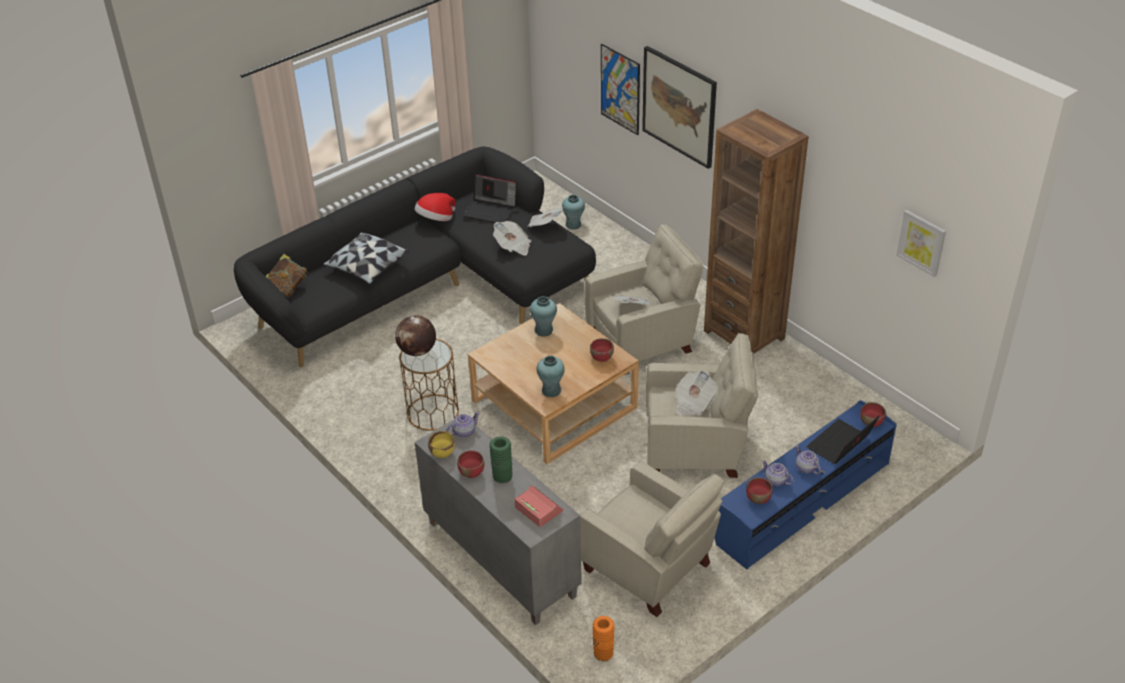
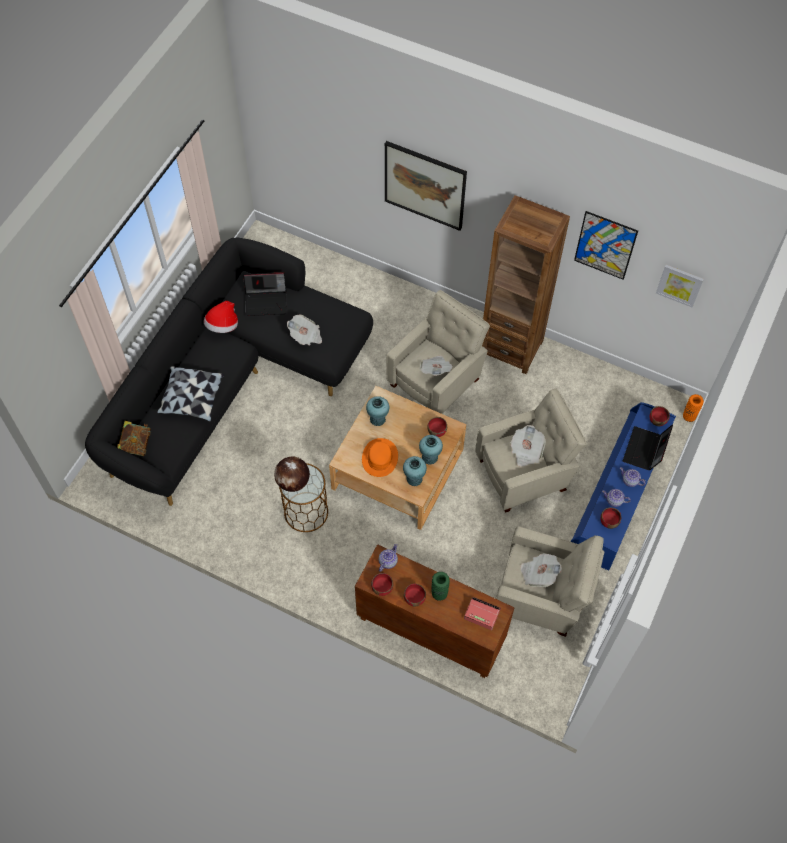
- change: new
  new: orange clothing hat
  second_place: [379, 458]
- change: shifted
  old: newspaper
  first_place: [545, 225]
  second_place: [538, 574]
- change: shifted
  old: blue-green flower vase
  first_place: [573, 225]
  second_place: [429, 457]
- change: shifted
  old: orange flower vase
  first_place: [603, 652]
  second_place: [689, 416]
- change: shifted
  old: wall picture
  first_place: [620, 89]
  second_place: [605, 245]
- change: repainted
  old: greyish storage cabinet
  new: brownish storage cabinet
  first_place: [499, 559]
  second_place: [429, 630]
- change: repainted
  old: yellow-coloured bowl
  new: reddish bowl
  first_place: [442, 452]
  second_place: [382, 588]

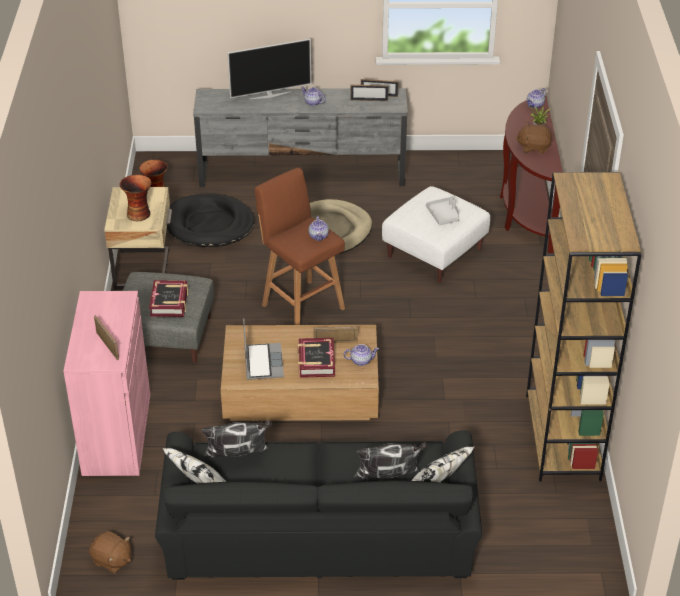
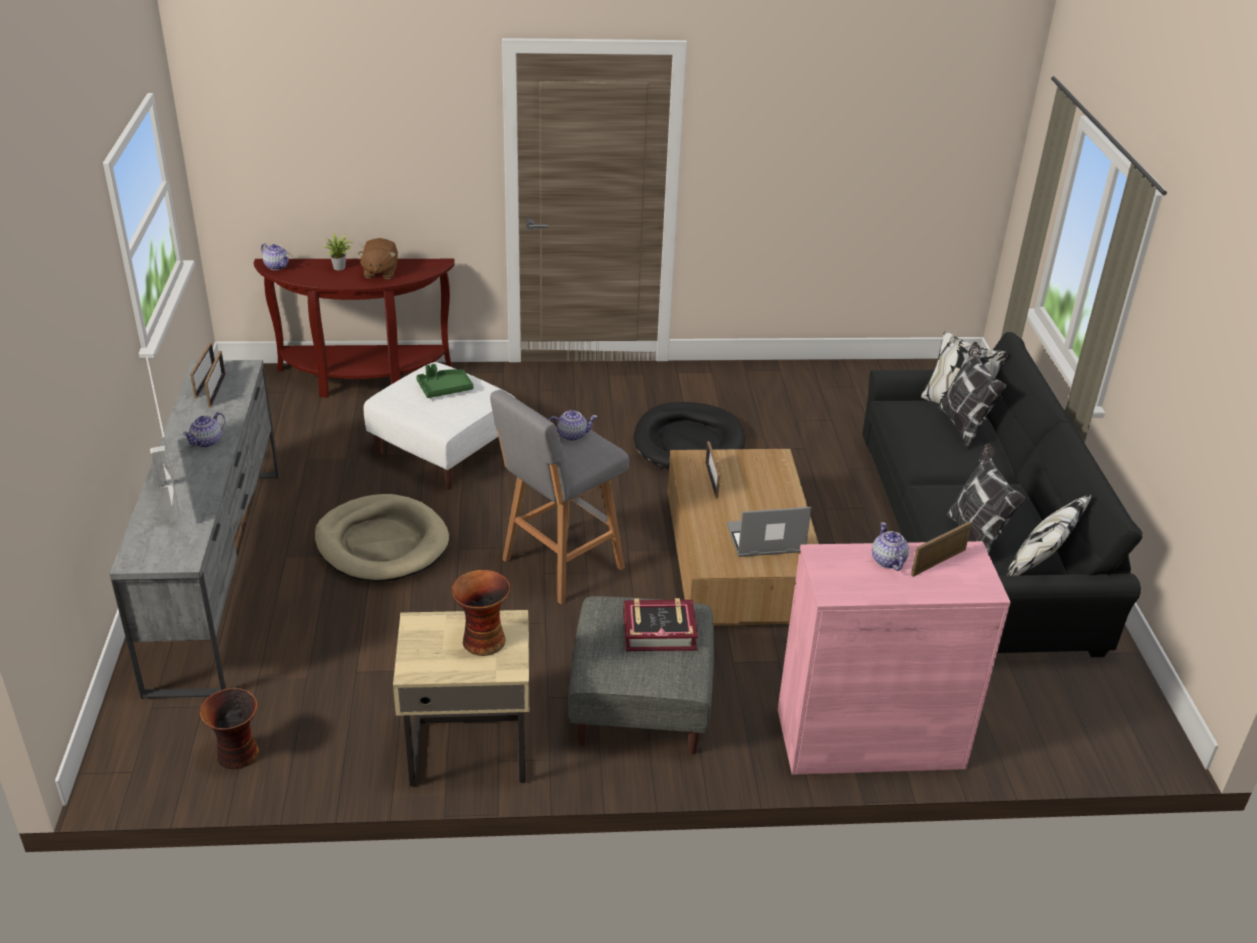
- change: gone
  old: brownish cuddly toy
  first_place: [112, 560]
- change: gone
  old: volume
  first_place: [316, 361]
- change: gone
  old: brownish shelving unit
  first_place: [563, 437]
- change: shifted
  old: blackish dog bed
  first_place: [209, 224]
  second_place: [689, 443]
- change: shifted
  old: teapot
  first_place: [361, 360]
  second_place: [887, 560]
- change: repainted
  old: brownish sitting stool
  new: greyish sitting stool
  first_place: [301, 305]
  second_place: [559, 565]
- change: repainted
  old: greyish serving tray
  new: green-coloured serving tray
  first_place: [444, 215]
  second_place: [444, 389]

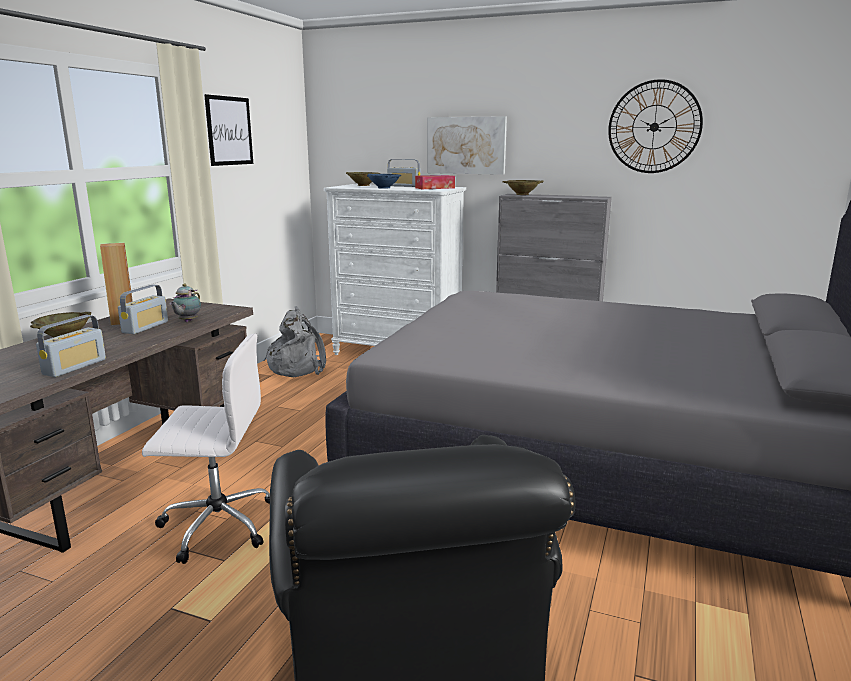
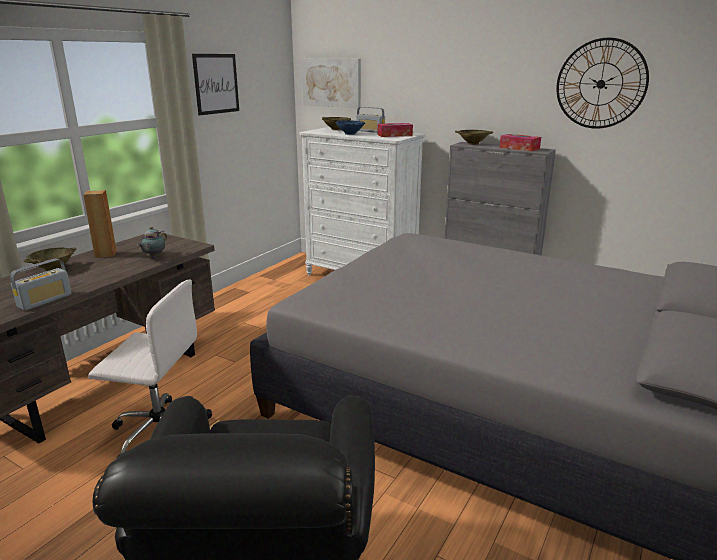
- change: gone
  old: radio receiver
  first_place: [145, 327]
- change: gone
  old: greyish knapsack
  first_place: [297, 368]
- change: new
  new: tissue box
  second_place: [519, 148]
- change: shifted
  old: wall picture
  first_place: [466, 145]
  second_place: [331, 82]

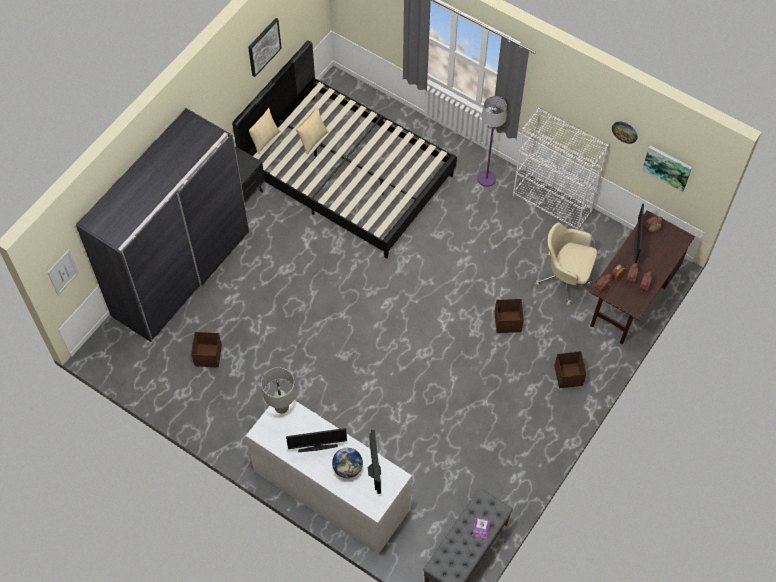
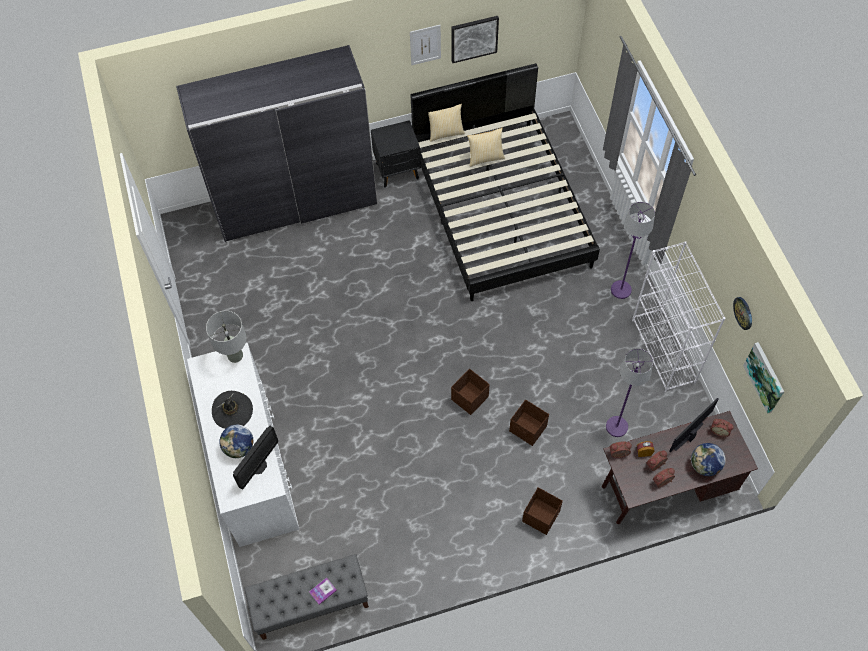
- change: new
  new: globe
  second_place: [704, 466]
- change: shifted
  old: wall picture
  first_place: [63, 272]
  second_place: [425, 44]
- change: shifted
  old: brownish storage bin
  first_place: [208, 356]
  second_place: [469, 398]
- change: swapped
  old: computer screen
  new: blackish clothing hat
  first_place: [317, 447]
  second_place: [232, 411]
- change: swapped
  old: sand-coloured desk chair
  new: purplish floor lamp
  first_place: [565, 278]
  second_place: [616, 426]

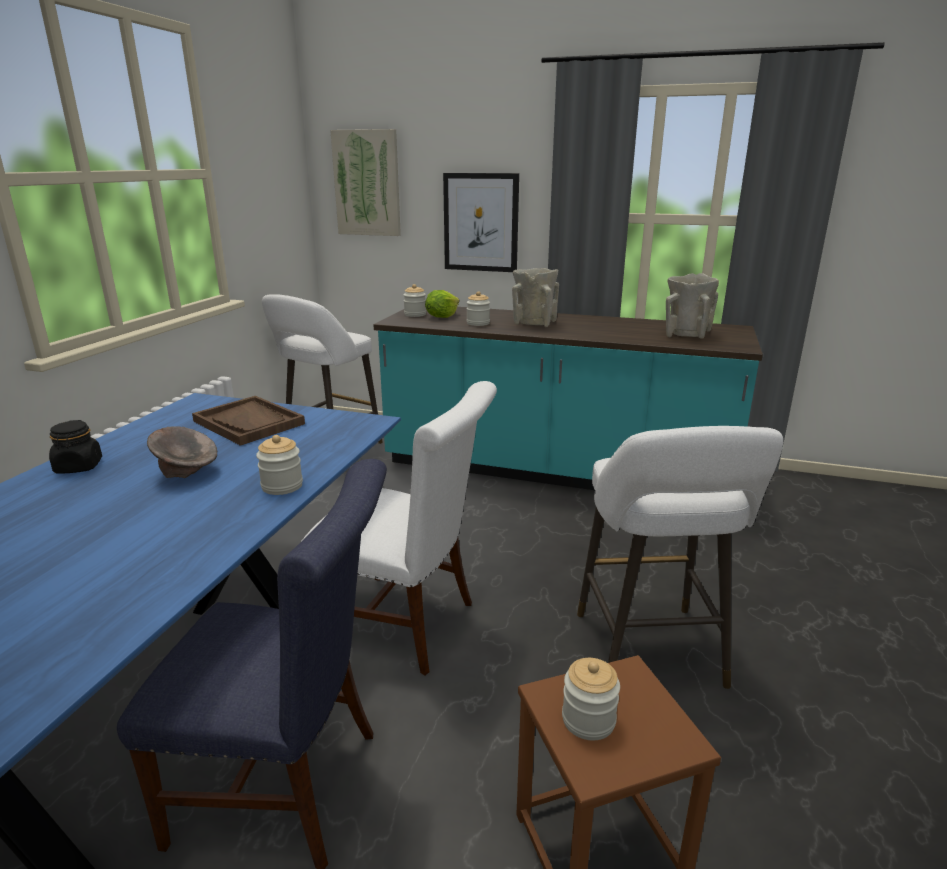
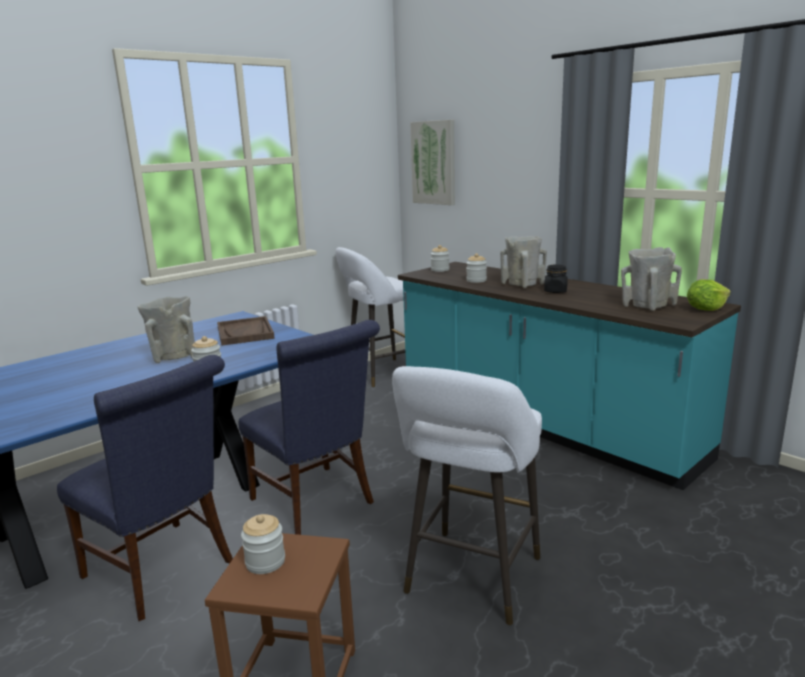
- change: gone
  old: wall picture
  first_place: [481, 222]
- change: shifted
  old: blackish storage jar
  first_place: [79, 467]
  second_place: [555, 291]
- change: shifted
  old: head of lettuce
  first_place: [442, 317]
  second_place: [705, 309]
- change: swapped
  old: greyish bowl
  new: sand-coloured flower vase
  first_place: [188, 474]
  second_place: [173, 357]
- change: repainted
  old: white upright chair
  new: blue upright chair
  first_place: [407, 624]
  second_place: [316, 503]

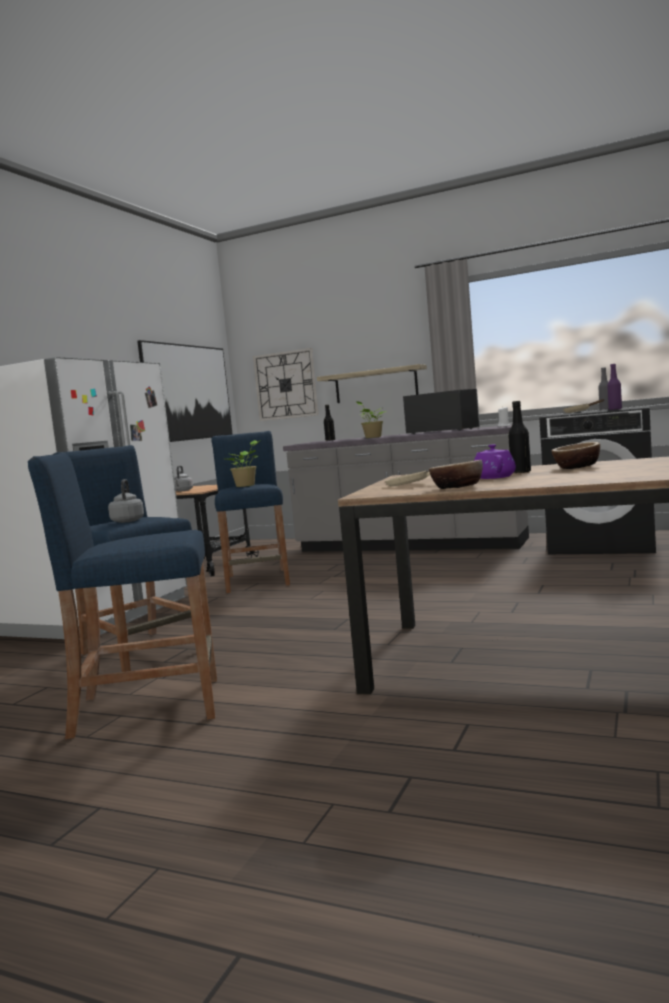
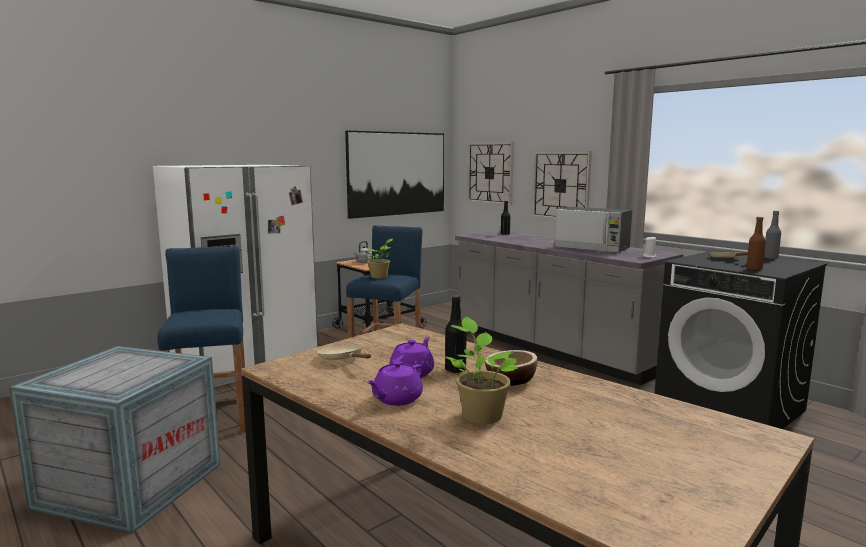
- change: gone
  old: greyish water kettle
  first_place: [128, 521]
- change: gone
  old: bowl
  first_place: [457, 487]
- change: new
  new: purplish teapot
  second_place: [396, 399]
- change: shifted
  old: potted plant
  first_place: [372, 437]
  second_place: [480, 415]
- change: swapped
  old: blue sitting stool
  new: shipping crate
  first_place: [147, 707]
  second_place: [131, 484]
- change: swapped
  old: shelf
  new: wall clock
  first_place: [376, 385]
  second_place: [561, 185]
- change: repainted
  old: purplish bottle
  new: brownish bottle
  first_place: [615, 409]
  second_place: [754, 269]
- change: rotated
  old: kitchen microwave
  first_place: [442, 431]
  second_place: [592, 248]
  degrees: 150

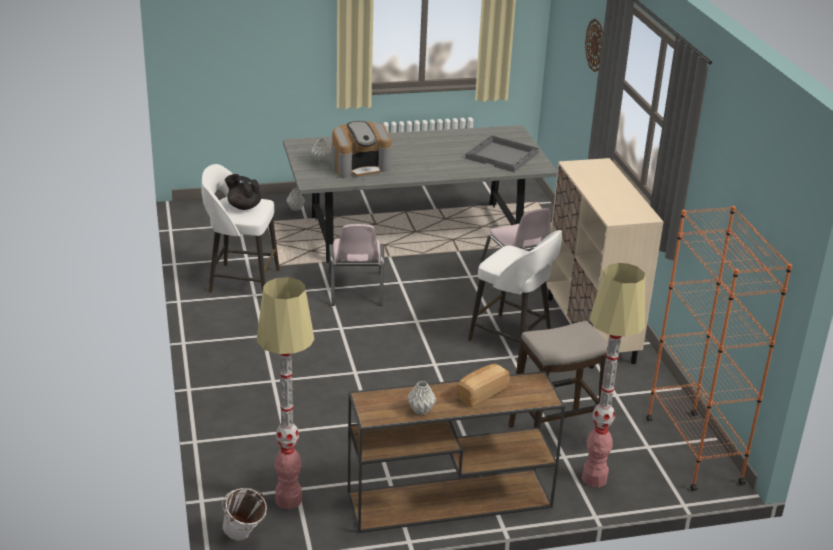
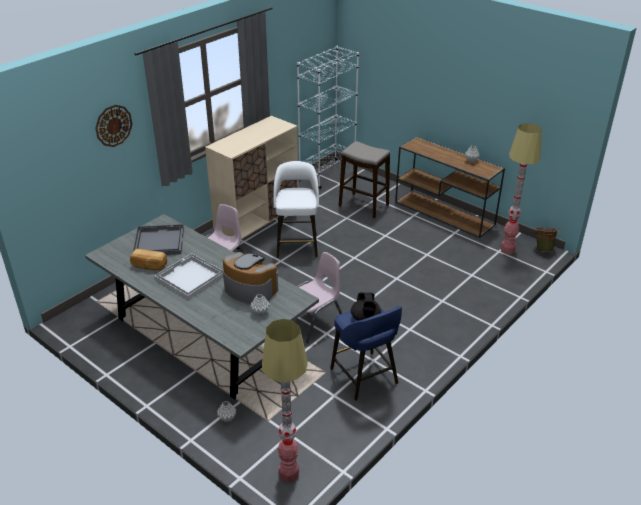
- change: new
  new: white serving tray
  second_place: [189, 277]
- change: shifted
  old: bakery bread
  first_place: [481, 393]
  second_place: [149, 266]
- change: shifted
  old: floor lamp
  first_place: [594, 478]
  second_place: [288, 473]
- change: repainted
  old: white sitting stool
  new: blue sitting stool
  first_place: [242, 280]
  second_place: [365, 377]
- change: repainted
  old: white bucket
  new: green-coloured bucket
  first_place: [244, 537]
  second_place: [543, 249]
- change: repainted
  old: orange shelving unit
  new: white shelving unit
  first_place: [693, 450]
  second_place: [327, 174]

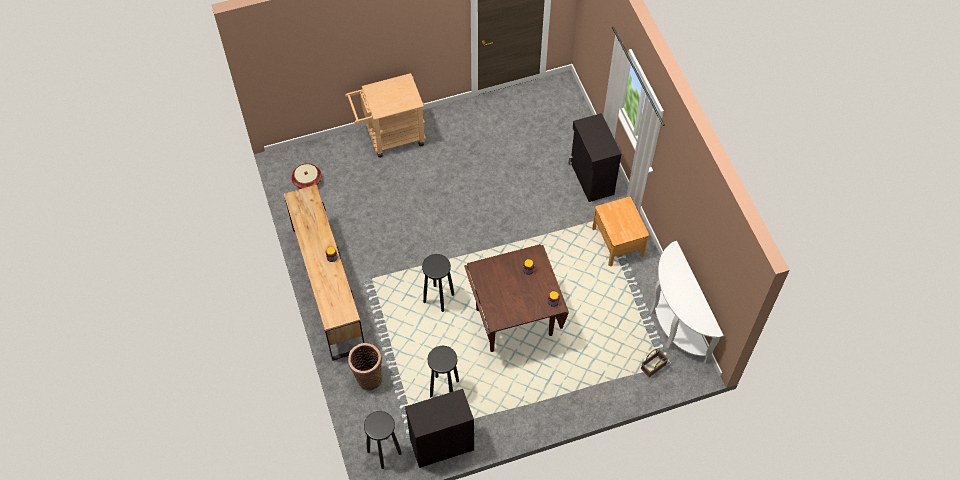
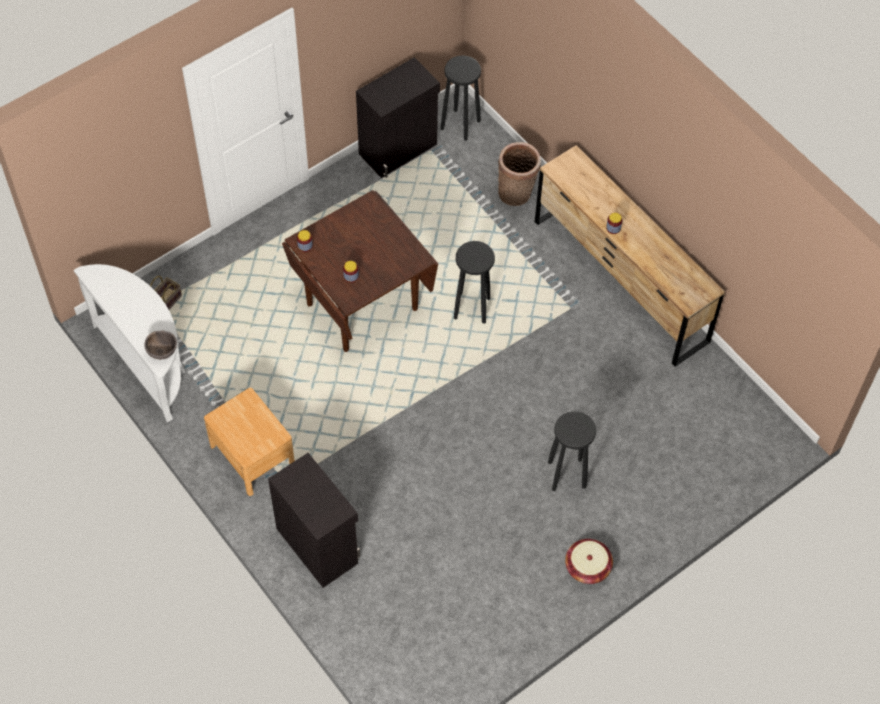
- change: gone
  old: sand-coloured cart
  first_place: [390, 137]
- change: new
  new: brownish bowl
  second_place: [162, 353]
- change: shifted
  old: storage basket
  first_place: [307, 181]
  second_place: [587, 567]
- change: shifted
  old: blackish sitting stool
  first_place: [444, 388]
  second_place: [567, 474]

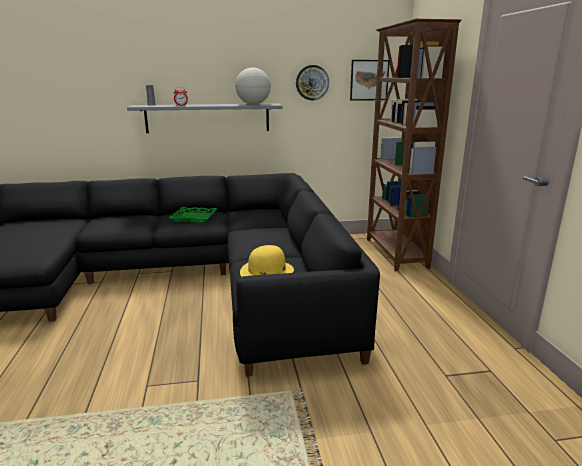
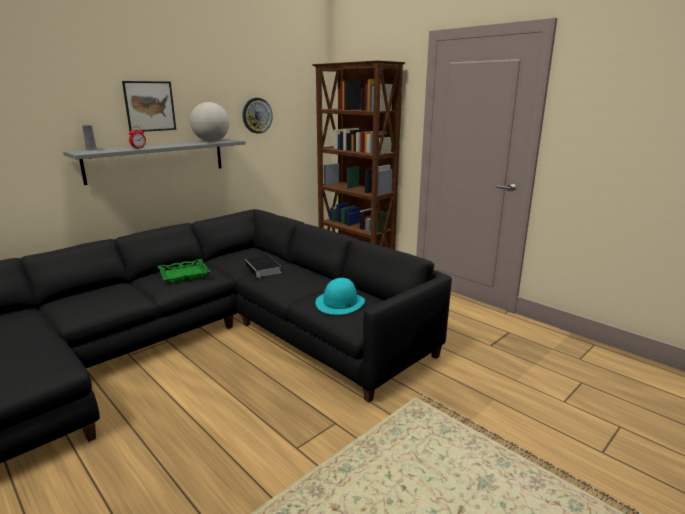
- change: new
  new: volume
  second_place: [263, 269]
- change: shifted
  old: wall picture
  first_place: [369, 80]
  second_place: [149, 106]
- change: repainted
  old: yellow-coloured clothing hat
  new: blue-green clothing hat
  first_place: [266, 270]
  second_place: [340, 303]

